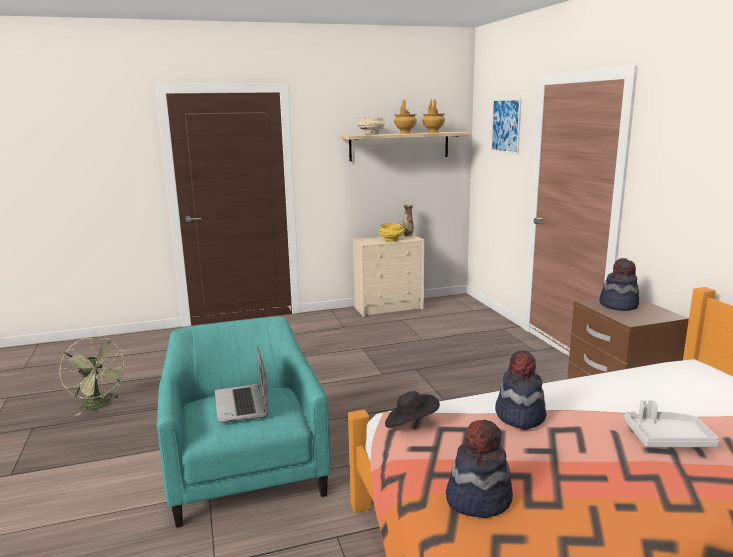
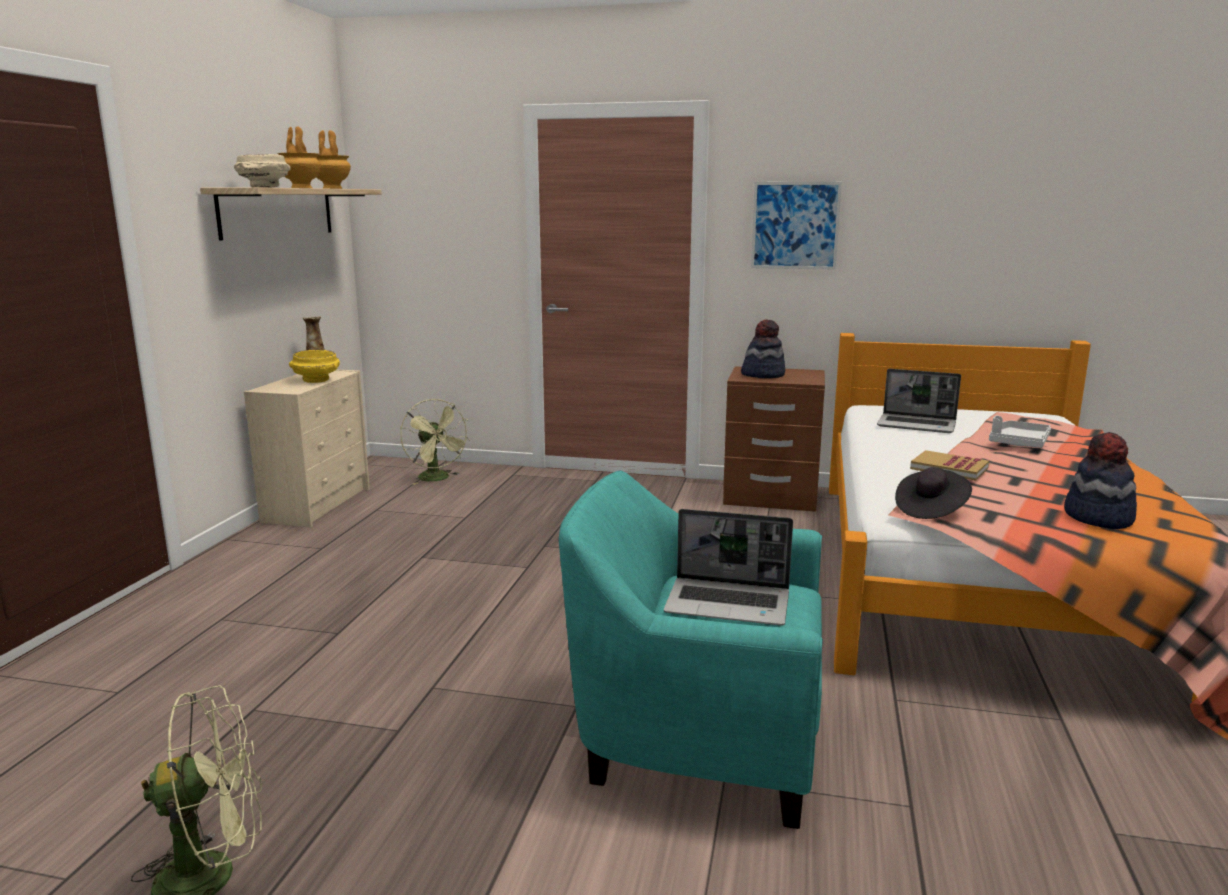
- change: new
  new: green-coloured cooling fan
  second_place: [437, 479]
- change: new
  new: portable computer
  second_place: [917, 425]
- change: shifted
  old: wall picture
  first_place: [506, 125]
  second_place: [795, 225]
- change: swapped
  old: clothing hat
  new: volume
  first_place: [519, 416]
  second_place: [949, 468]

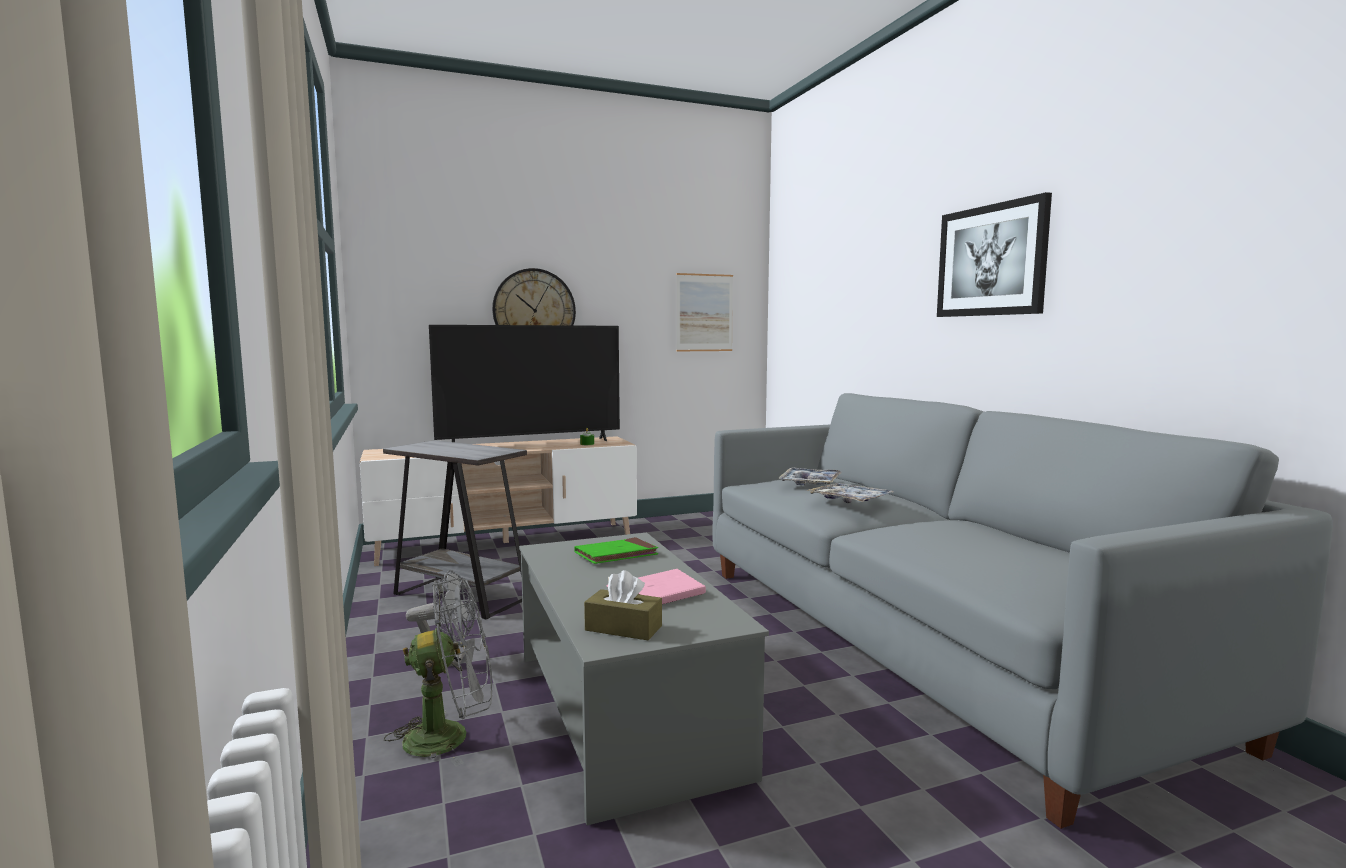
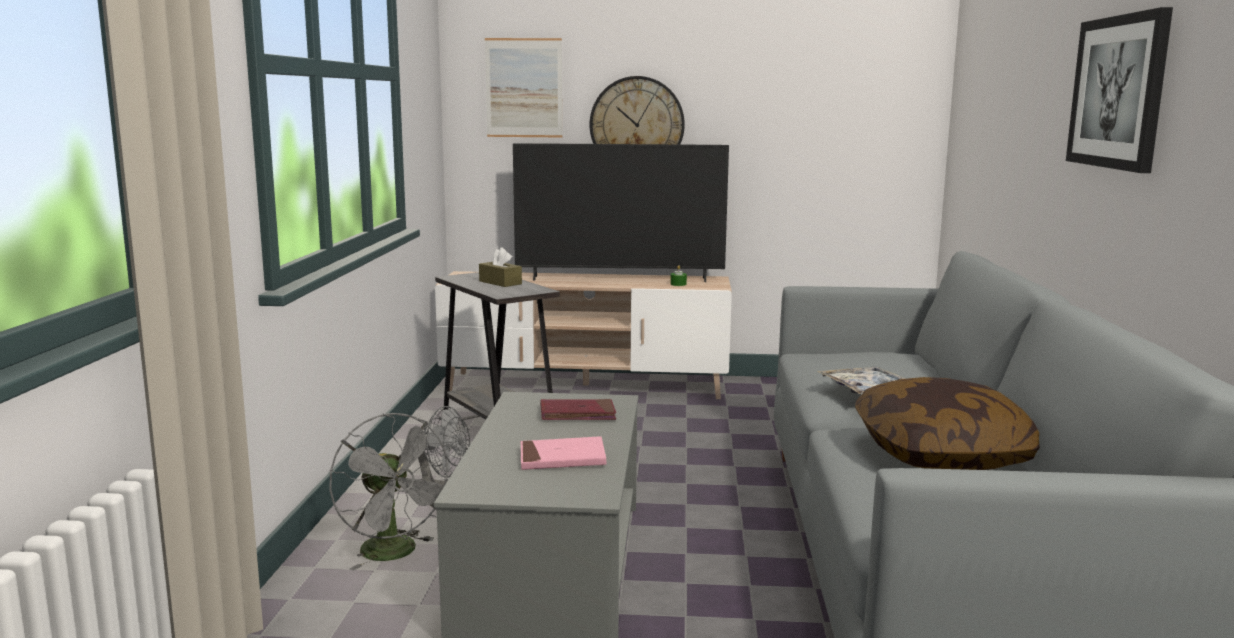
- change: gone
  old: serving tray
  first_place: [810, 483]
- change: new
  new: throw pillow
  second_place: [942, 454]
- change: shifted
  old: brownish tissue box
  first_place: [623, 628]
  second_place: [500, 282]
- change: shifted
  old: wall picture
  first_place: [704, 312]
  second_place: [524, 88]
- change: repainted
  old: green-coloured volume
  new: reddish volume
  first_place: [616, 555]
  second_place: [577, 414]
- change: rotated
  old: greyish cooling fan
  first_place: [450, 736]
  second_place: [396, 554]
  degrees: 45

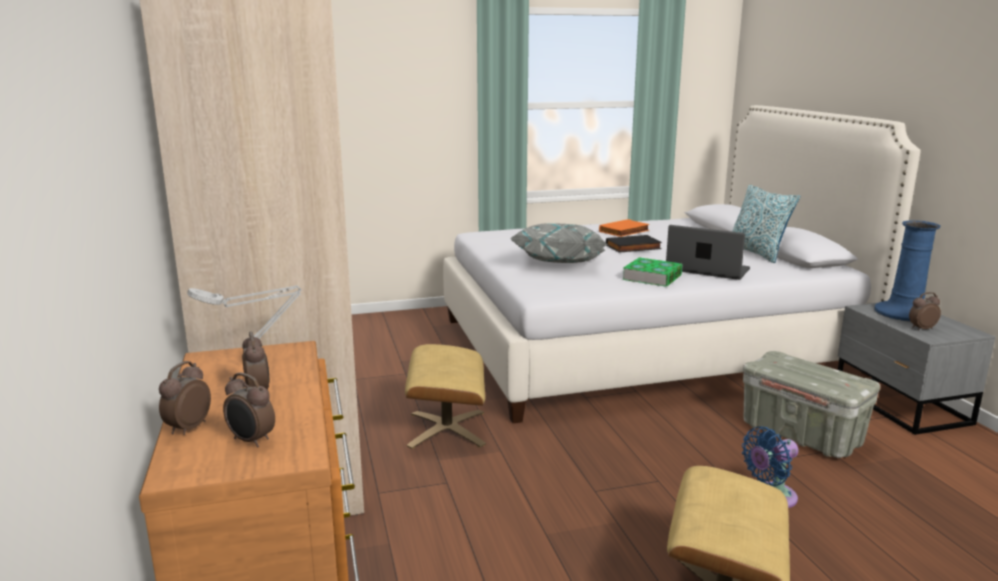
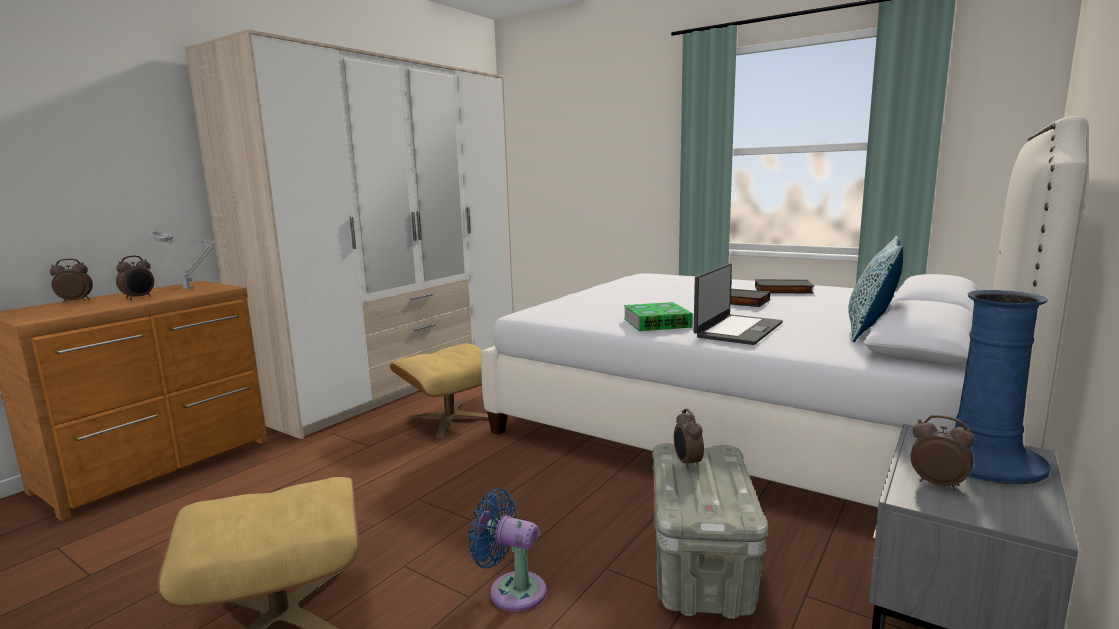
- change: gone
  old: greyish throw pillow
  first_place: [560, 264]
- change: shifted
  old: alarm clock
  first_place: [251, 441]
  second_place: [687, 463]
- change: repainted
  old: orange volume
  new: blackish volume
  first_place: [624, 231]
  second_place: [783, 290]
- change: rotated
  old: portable computer
  first_place: [707, 270]
  second_place: [737, 330]
  degrees: 45

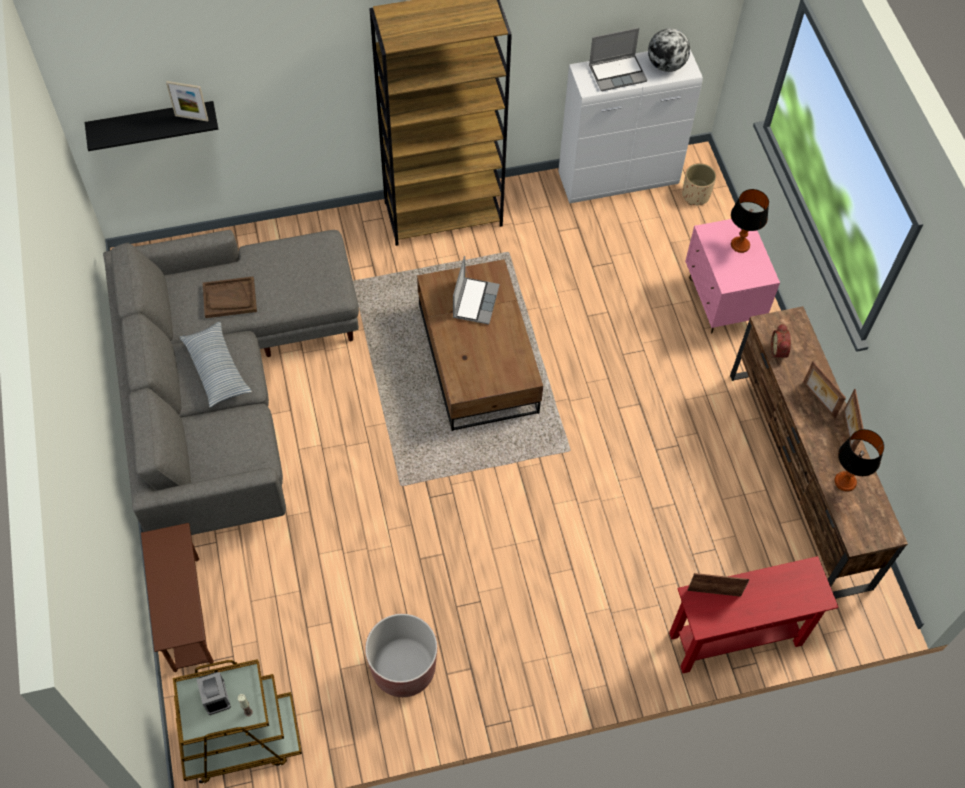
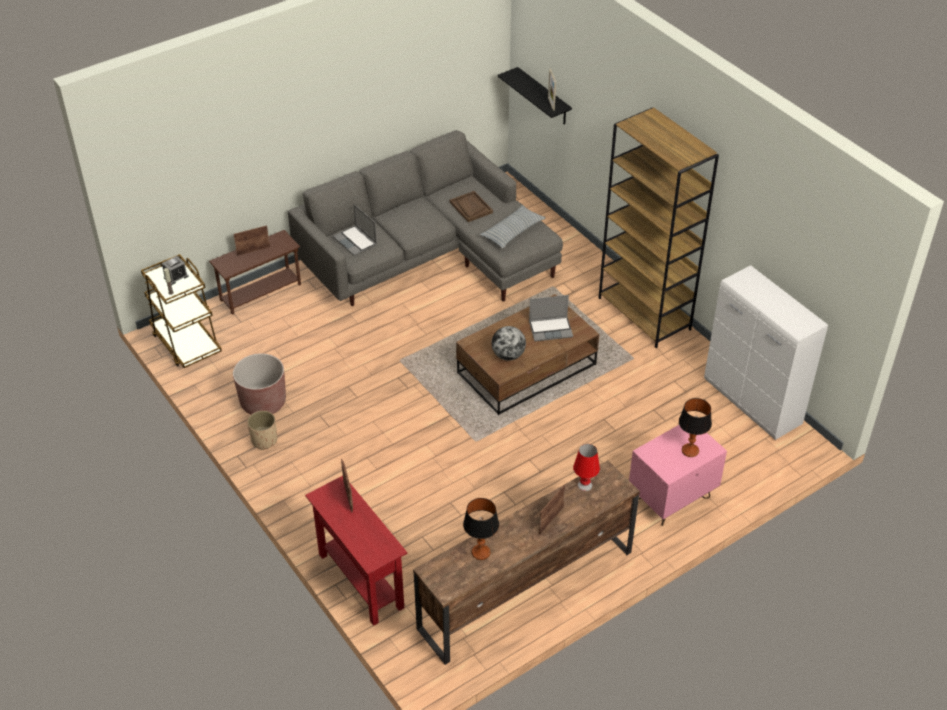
- change: shifted
  old: throw pillow
  first_place: [216, 369]
  second_place: [512, 232]
- change: shifted
  old: portable computer
  first_place: [617, 73]
  second_place: [356, 241]
- change: shifted
  old: globe
  first_place: [666, 65]
  second_place: [508, 355]
- change: shifted
  old: sand-coloured flower pot
  first_place: [695, 195]
  second_place: [264, 440]
- change: shifted
  old: standing frame
  first_place: [847, 430]
  second_place: [253, 250]
- change: swapped
  old: alarm clock
  new: reddish tabletop lamp
  first_place: [779, 351]
  second_place: [584, 485]

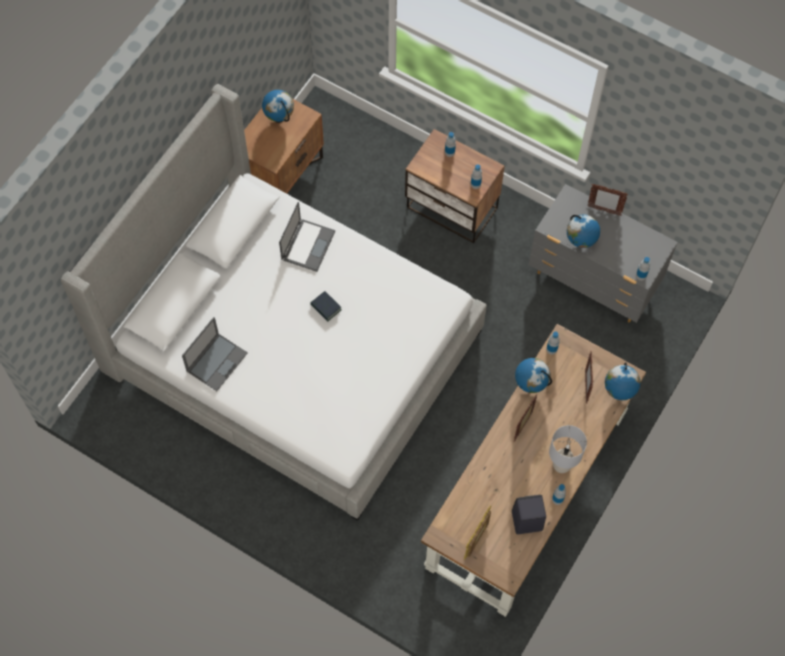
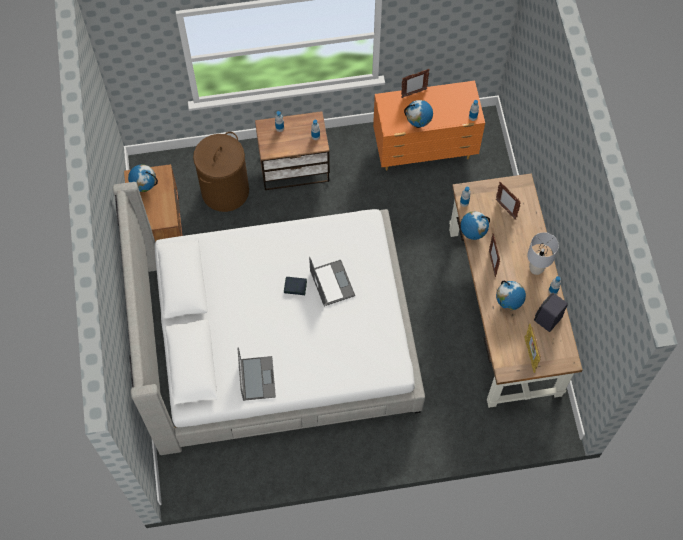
- change: new
  new: brownish washing basket
  second_place: [225, 191]
- change: shifted
  old: portable computer
  first_place: [308, 244]
  second_place: [331, 282]
- change: shifted
  old: globe
  first_place: [618, 392]
  second_place: [508, 304]
- change: repainted
  old: greyish drawer chest
  new: orange drawer chest
  first_place: [593, 282]
  second_place: [425, 150]

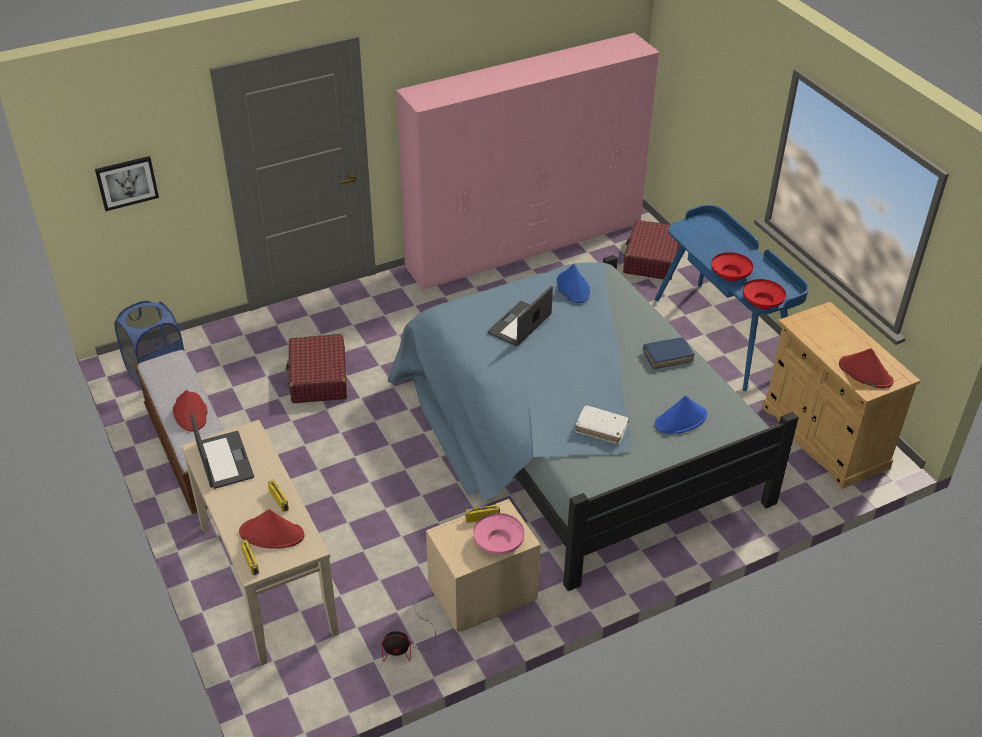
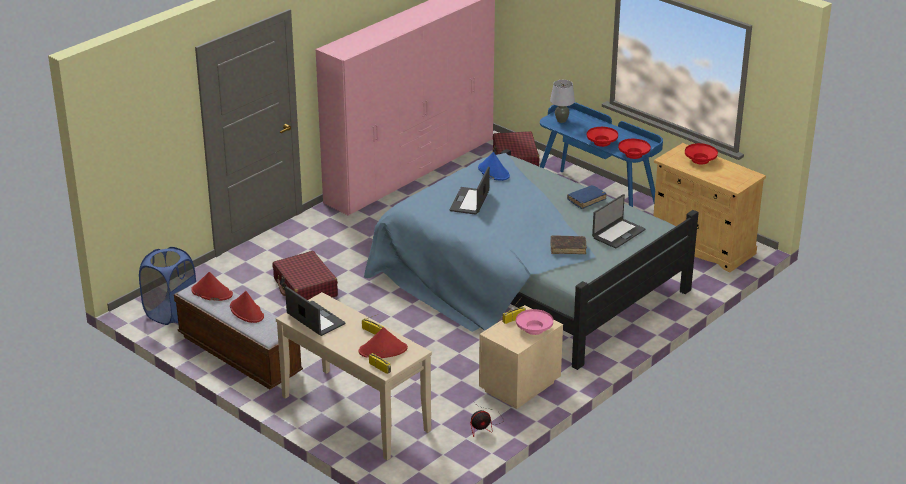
- change: gone
  old: wall picture
  first_place: [126, 182]
- change: new
  new: greyish tabletop lamp
  second_place: [561, 120]
- change: new
  new: reddish bowl
  second_place: [700, 160]
- change: shifted
  old: reddish clothing hat
  first_place: [865, 373]
  second_place: [211, 293]
- change: swapped
  old: blue clothing hat
  new: portable computer
  first_place: [681, 420]
  second_place: [618, 233]
- change: repainted
  old: white volume
  new: brownish volume
  first_place: [601, 428]
  second_place: [568, 248]

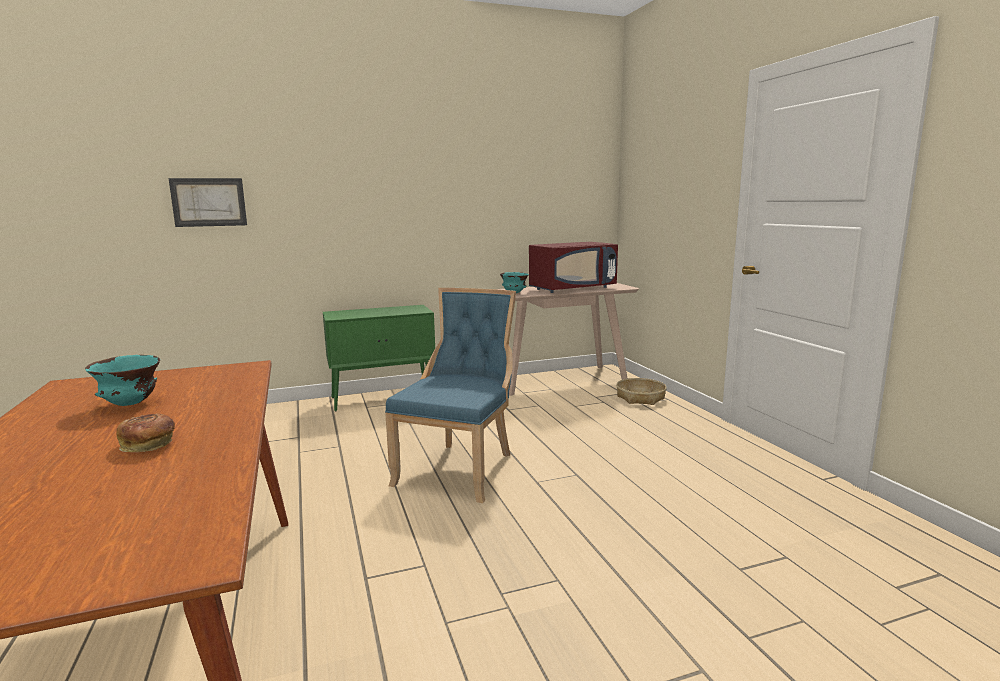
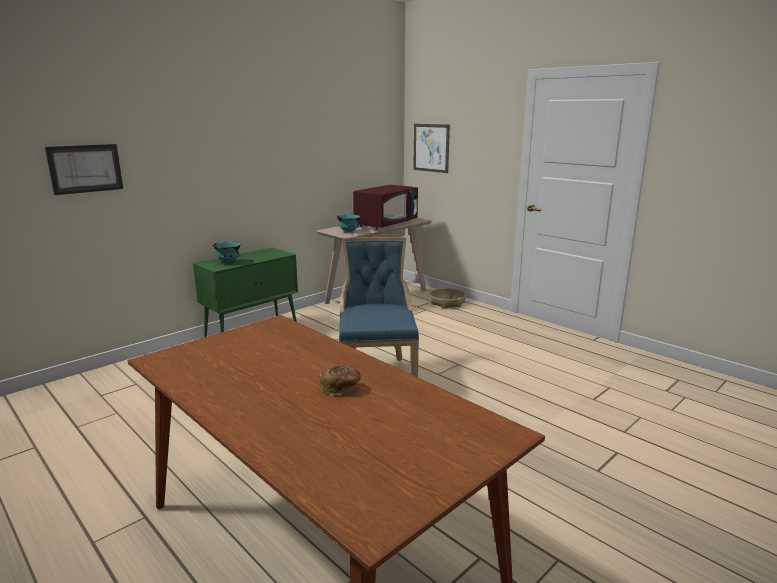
- change: new
  new: wall picture
  second_place: [431, 148]
- change: shifted
  old: blue-green bowl
  first_place: [131, 404]
  second_place: [229, 262]

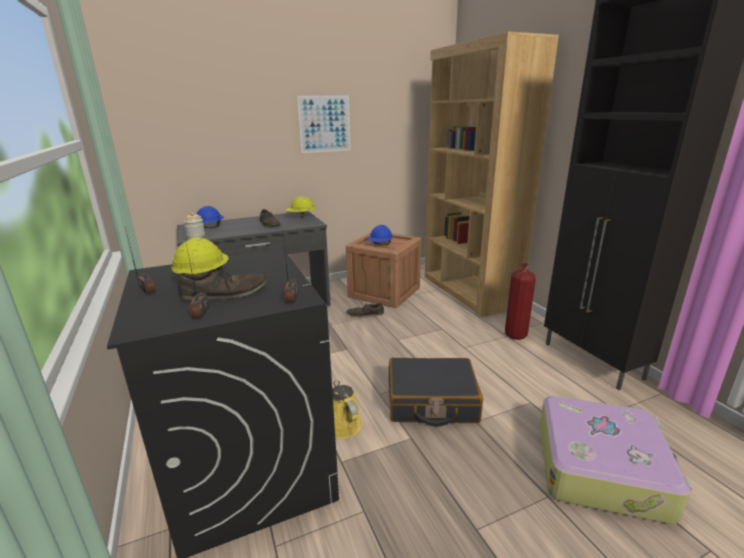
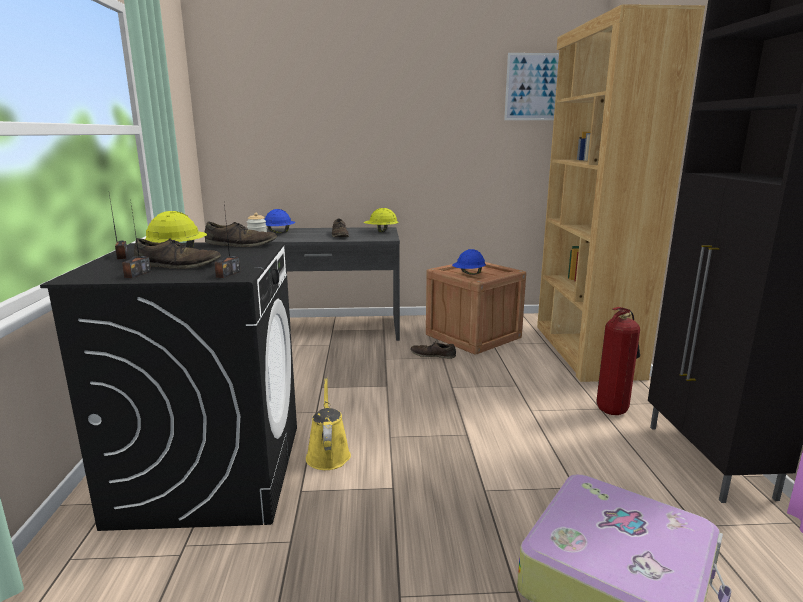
- change: gone
  old: blackish piece of luggage
  first_place: [431, 402]
- change: new
  new: brownish item of footwear
  second_place: [241, 244]
- change: shifted
  old: wall picture
  first_place: [324, 124]
  second_place: [537, 87]

